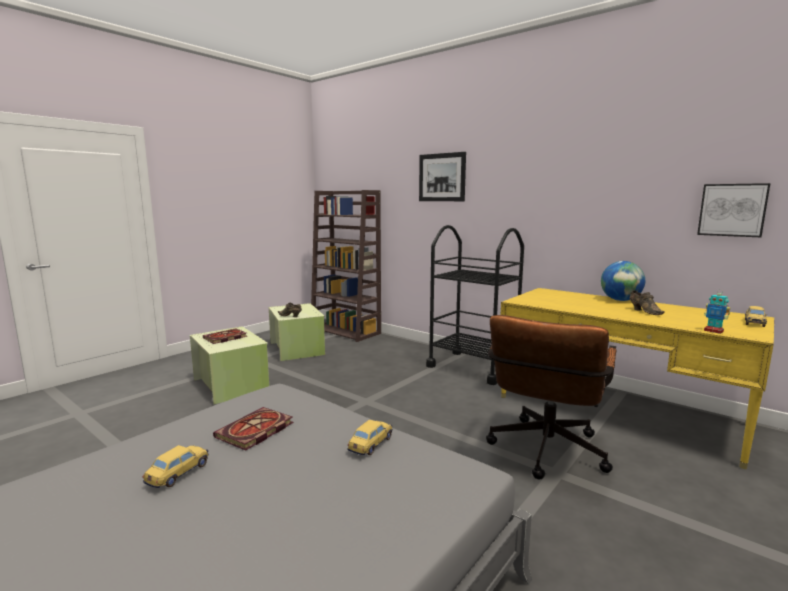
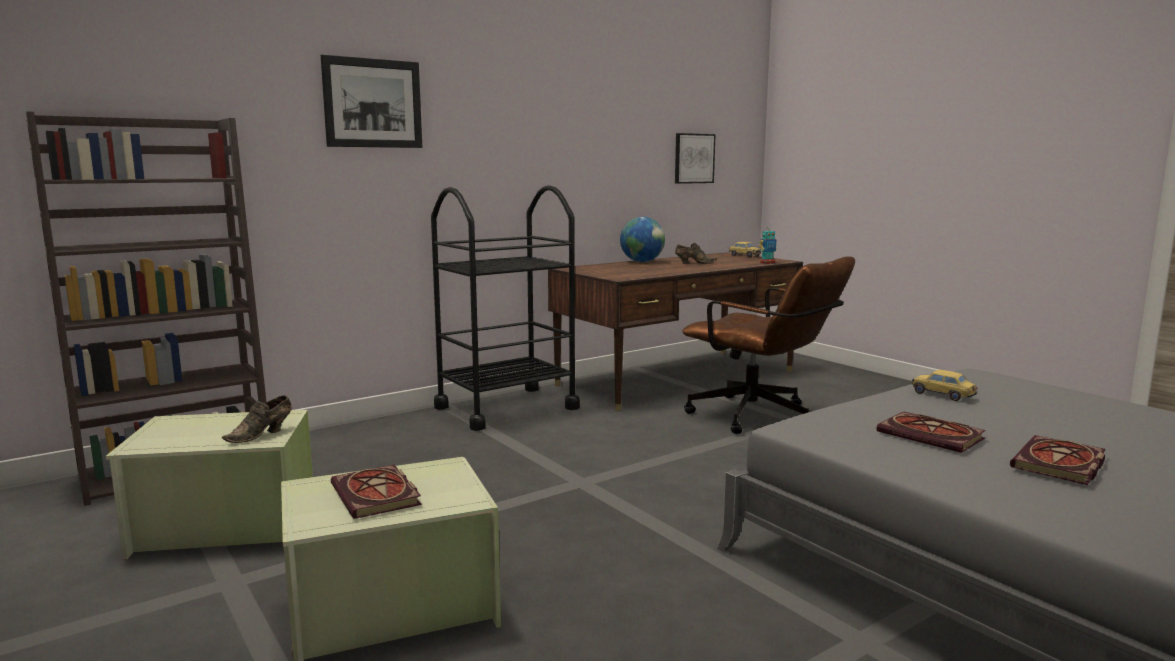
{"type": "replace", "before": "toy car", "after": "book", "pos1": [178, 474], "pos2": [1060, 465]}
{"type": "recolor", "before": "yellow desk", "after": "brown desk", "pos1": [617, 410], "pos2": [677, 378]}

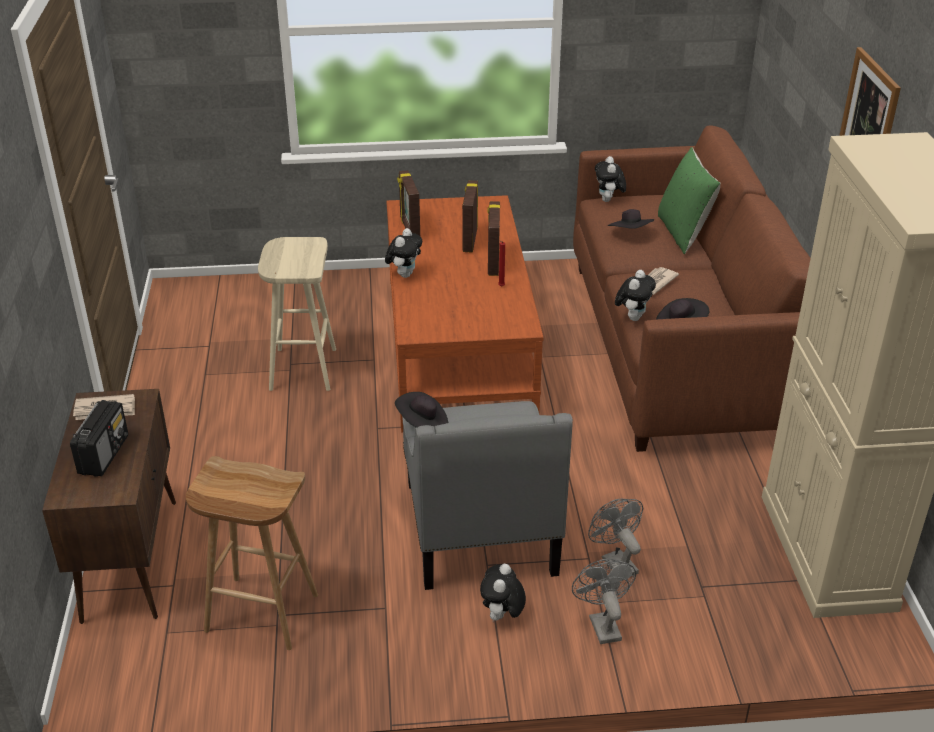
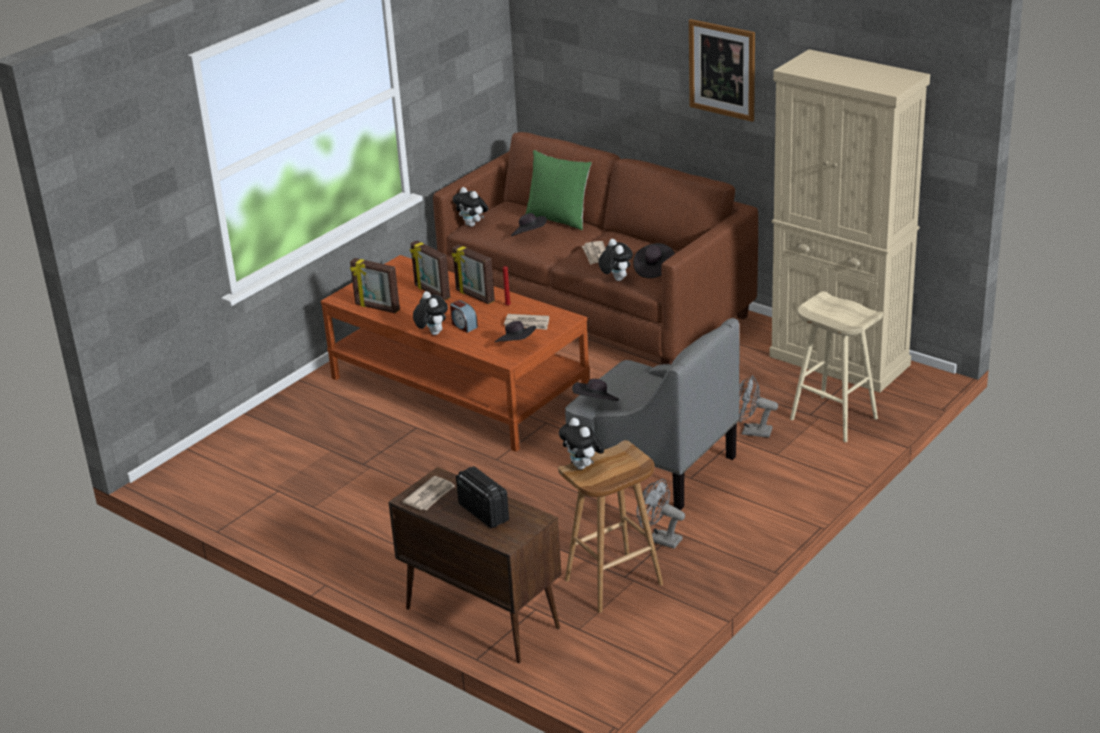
{"type": "insert", "after": "alarm clock", "pos2": [463, 325]}
{"type": "insert", "after": "black hat", "pos2": [516, 345]}
{"type": "insert", "after": "newspaper", "pos2": [527, 324]}
{"type": "move", "before": "beige stool", "pos1": [302, 368], "pos2": [832, 419]}
{"type": "move", "before": "plush toy", "pos1": [502, 616], "pos2": [583, 466]}
{"type": "move", "before": "grey fan", "pos1": [602, 624], "pos2": [659, 539]}

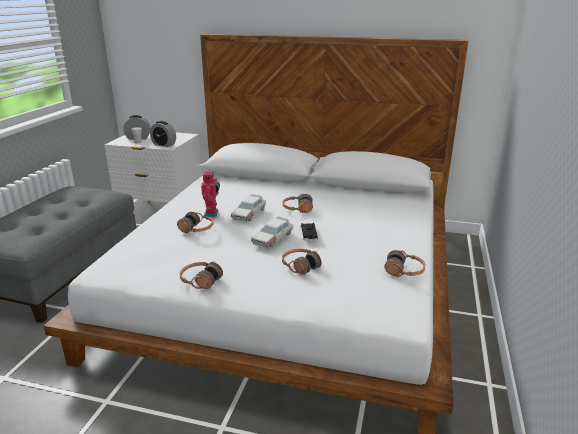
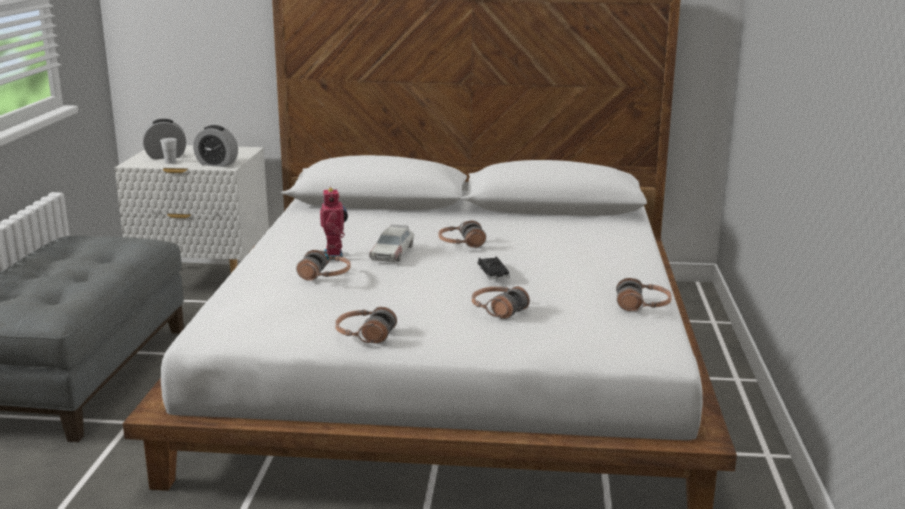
{"type": "delete", "before": "toy car", "pos1": [273, 238]}

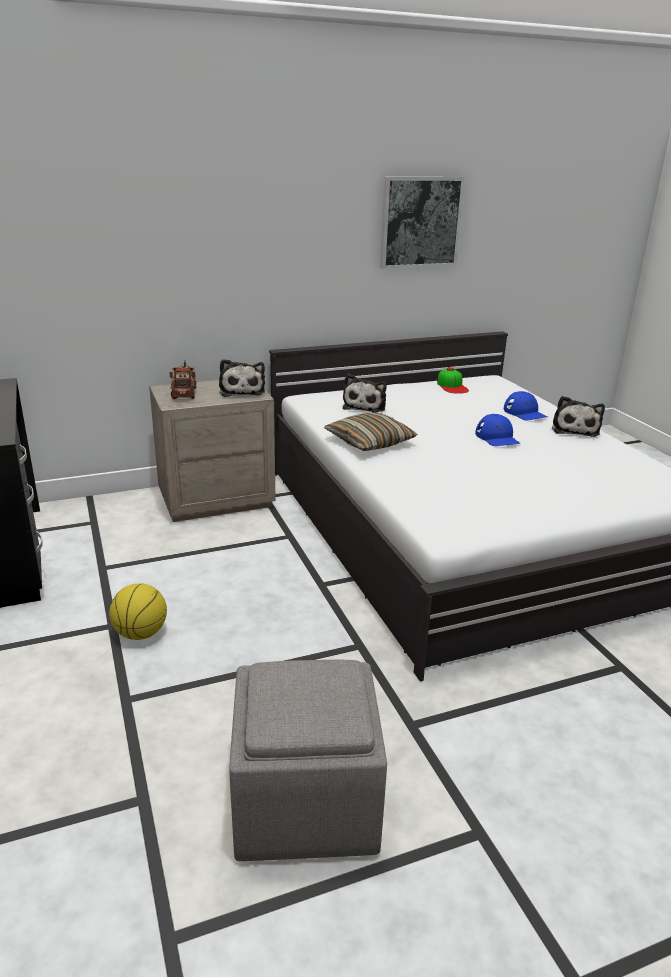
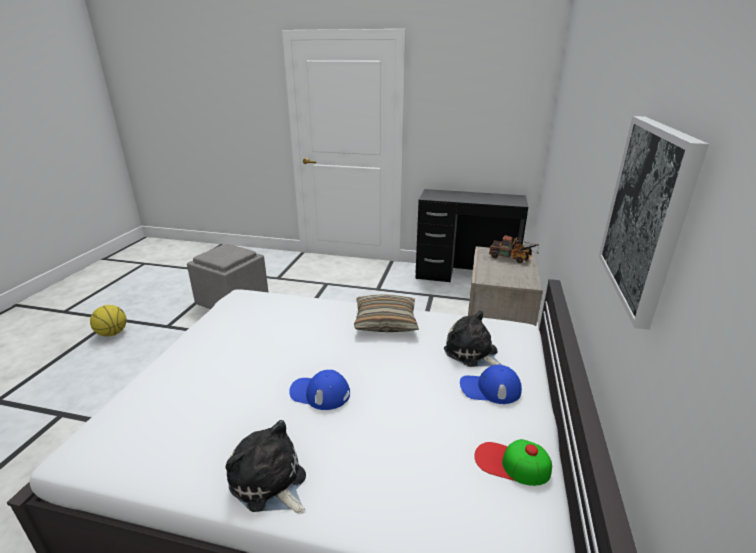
{"type": "delete", "before": "plush toy", "pos1": [242, 390]}
{"type": "move", "before": "basketball", "pos1": [140, 634], "pos2": [112, 333]}
{"type": "move", "before": "blue cap", "pos1": [525, 413], "pos2": [490, 388]}

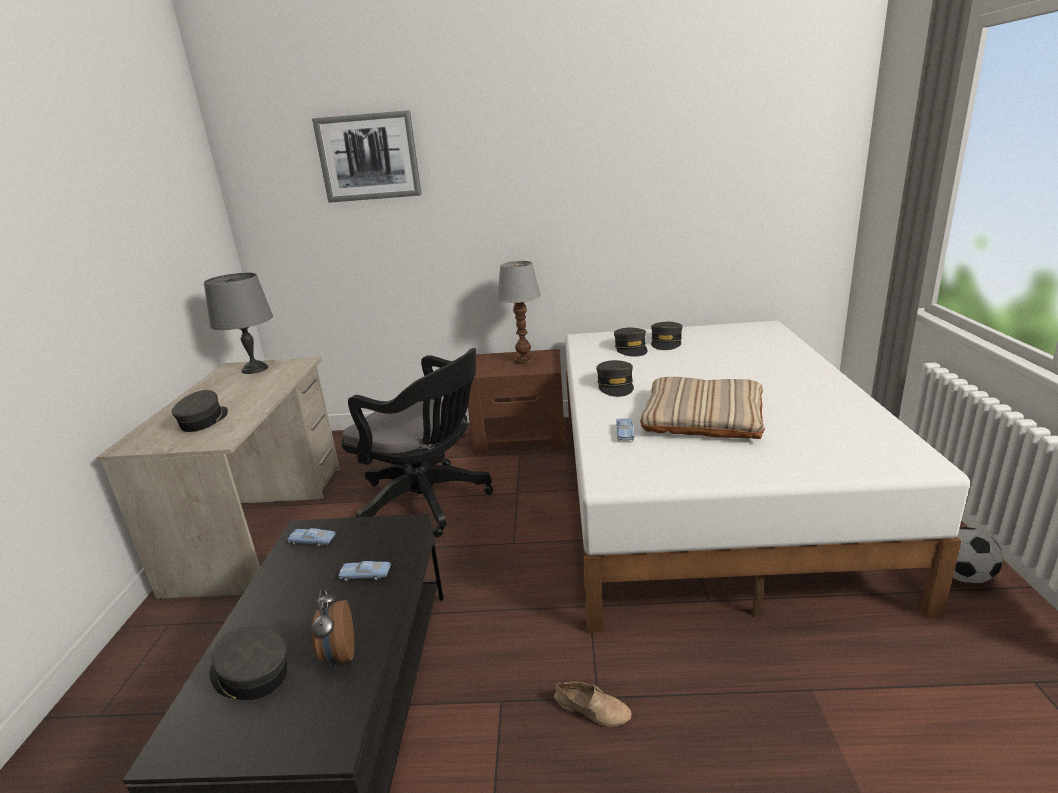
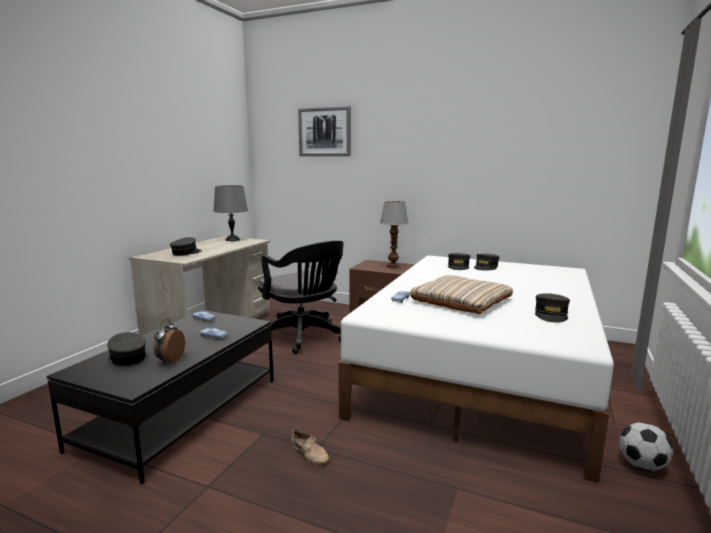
{"type": "move", "before": "grey cap", "pos1": [615, 386], "pos2": [551, 315]}

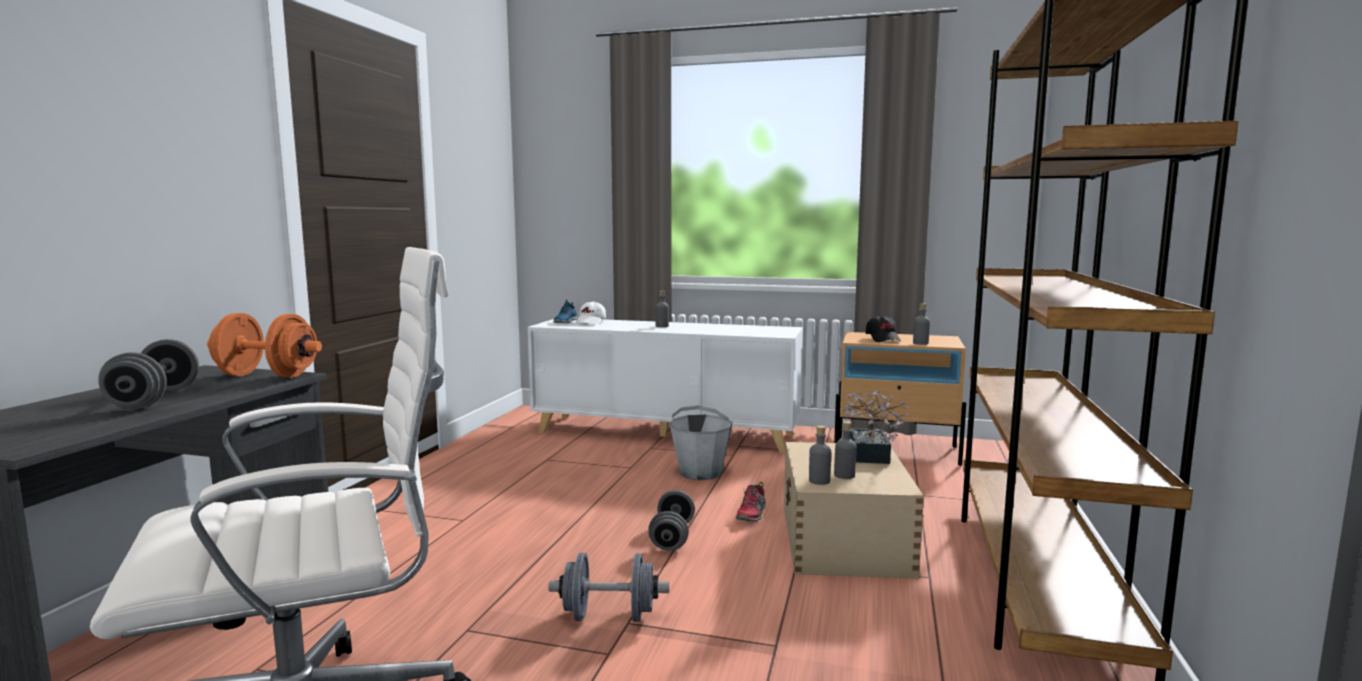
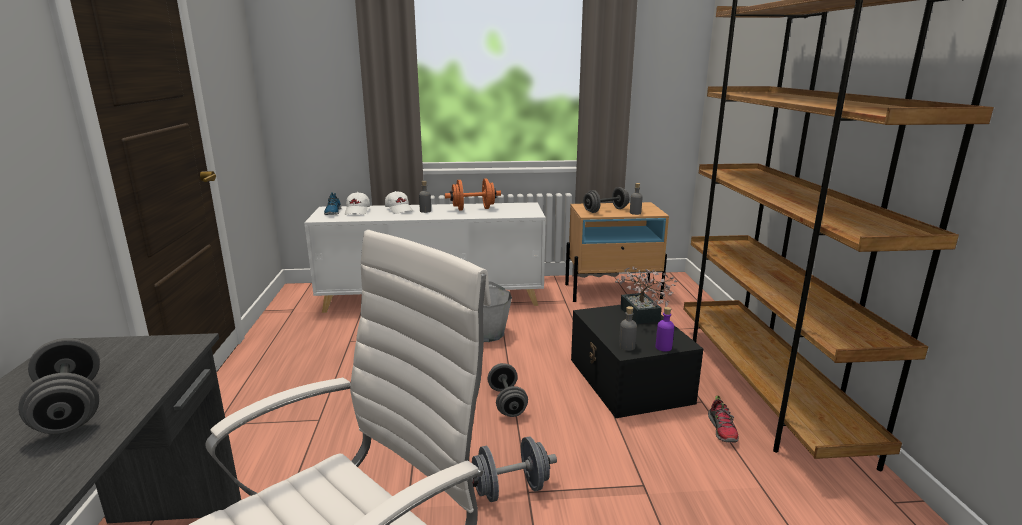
{"type": "delete", "before": "grey bottle", "pos1": [844, 475]}
{"type": "insert", "after": "white cap", "pos2": [399, 210]}
{"type": "insert", "after": "purple bottle", "pos2": [663, 347]}
{"type": "move", "before": "orange dumbbell", "pos1": [267, 376], "pos2": [473, 209]}
{"type": "move", "before": "shoe", "pos1": [752, 514], "pos2": [722, 430]}
{"type": "replace", "before": "black cap", "after": "grey dumbbell", "pos1": [883, 339], "pos2": [605, 210]}
{"type": "recolor", "before": "beige storage box", "after": "black storage box", "pos1": [843, 541], "pos2": [629, 381]}

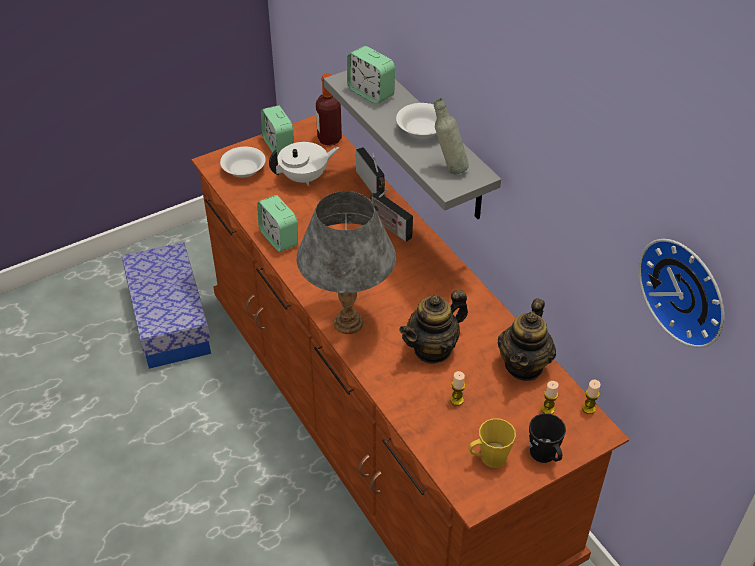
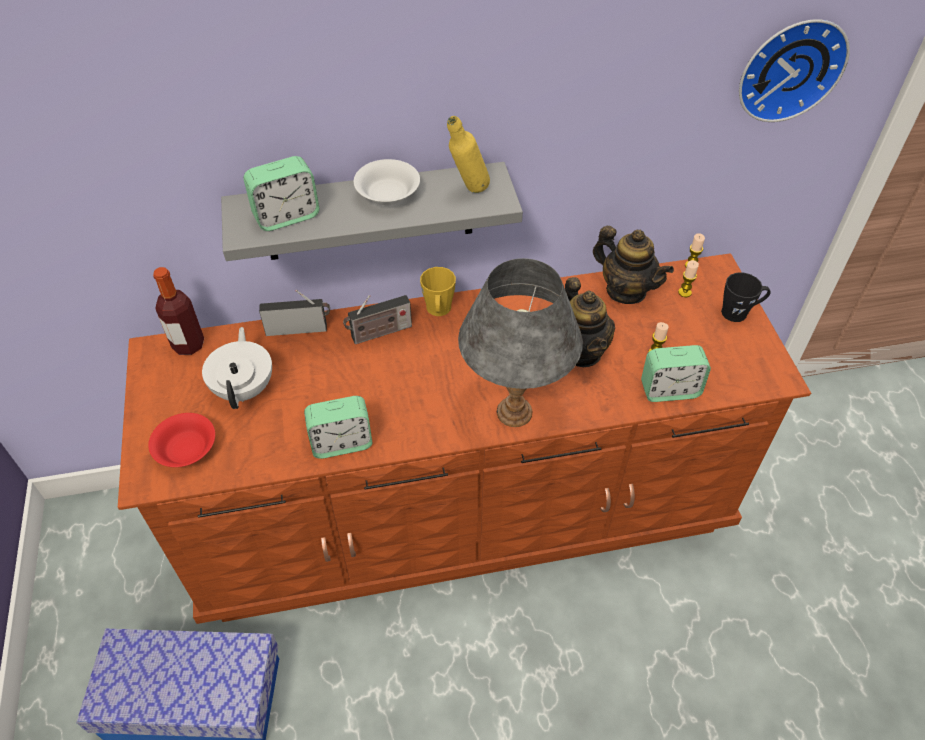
{"type": "move", "before": "alarm clock", "pos1": [278, 146], "pos2": [669, 390]}
{"type": "move", "before": "yellow mug", "pos1": [488, 458], "pos2": [438, 311]}
{"type": "recolor", "before": "white bowl", "after": "red bowl", "pos1": [243, 170], "pos2": [187, 449]}
{"type": "recolor", "before": "grey bottle", "after": "yellow bottle", "pos1": [449, 168], "pos2": [468, 192]}

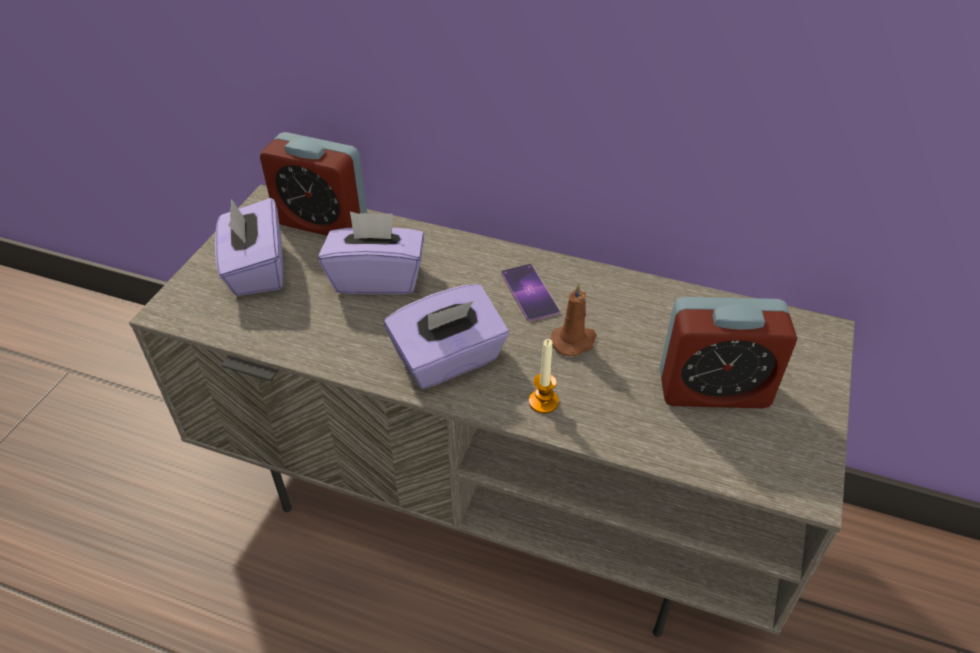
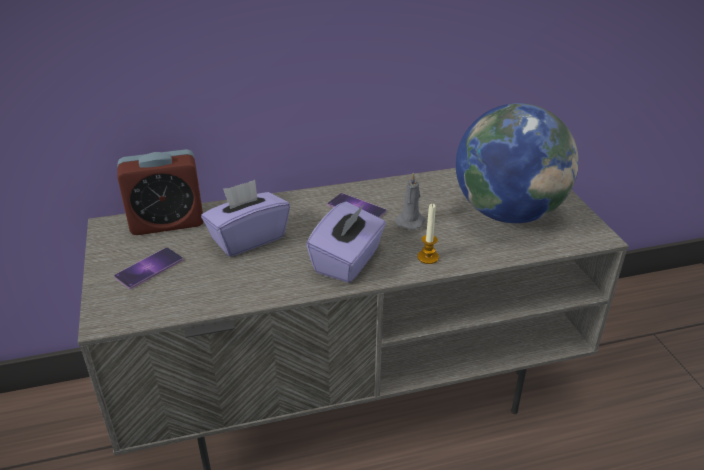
{"type": "replace", "before": "purple tissue box", "after": "phone", "pos1": [256, 269], "pos2": [149, 268]}
{"type": "replace", "before": "alarm clock", "after": "globe", "pos1": [713, 389], "pos2": [507, 213]}
{"type": "recolor", "before": "brown candle", "after": "grey candle", "pos1": [574, 341], "pos2": [410, 221]}

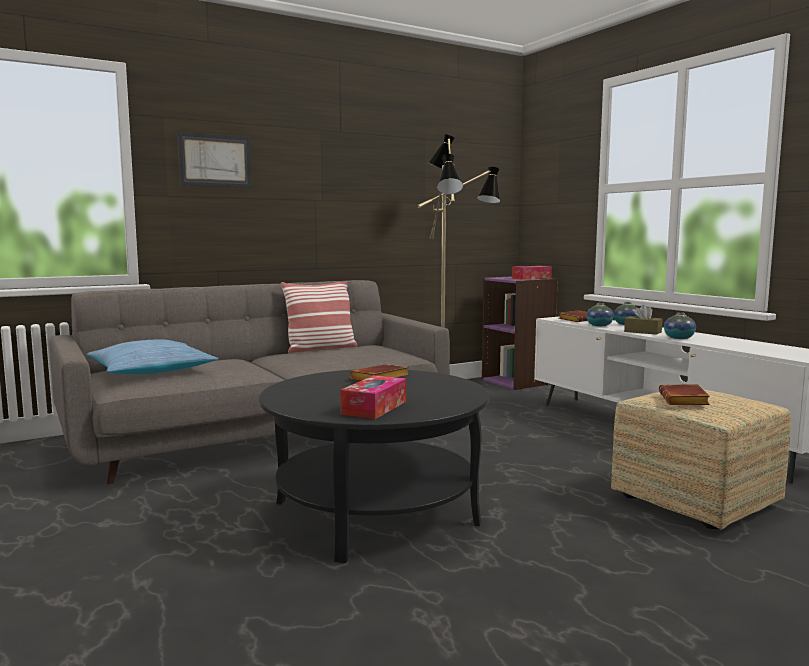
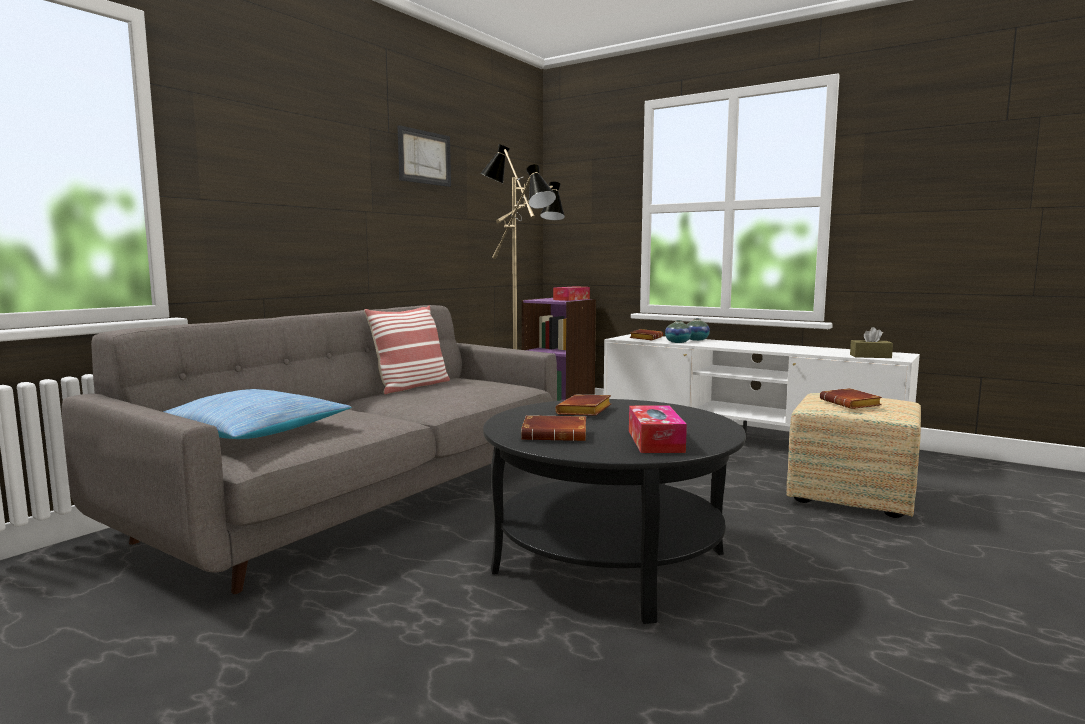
{"type": "delete", "before": "vase", "pos1": [679, 338]}
{"type": "insert", "after": "brown book", "pos2": [556, 435]}
{"type": "move", "before": "picture", "pos1": [215, 160], "pos2": [424, 157]}
{"type": "move", "before": "brown tissue box", "pos1": [642, 332], "pos2": [870, 356]}

